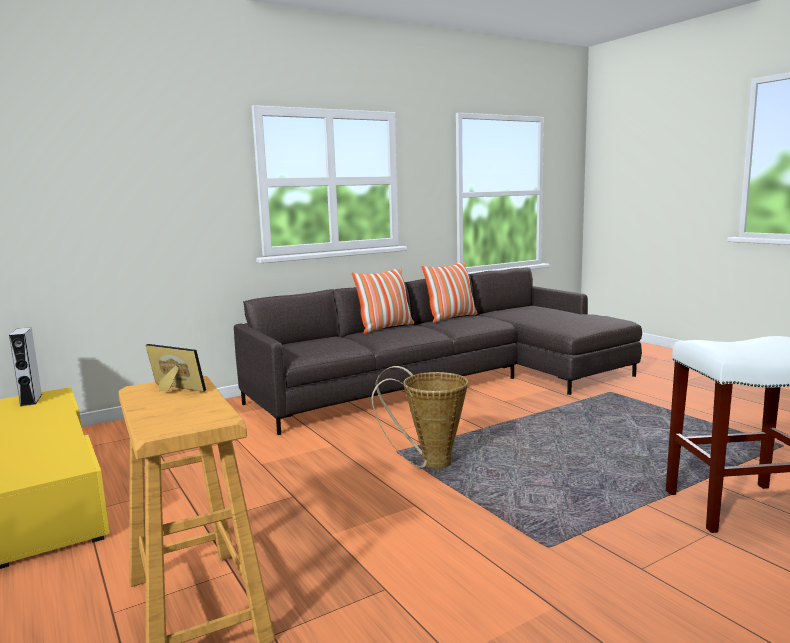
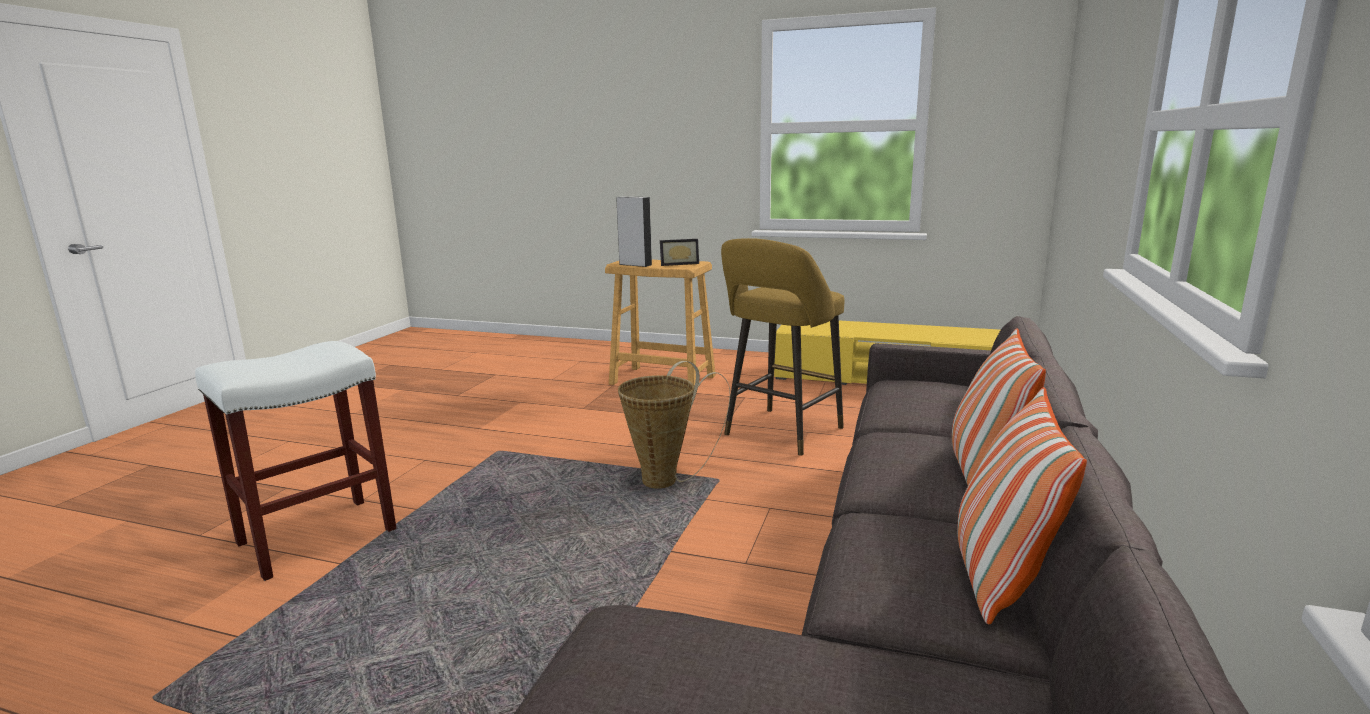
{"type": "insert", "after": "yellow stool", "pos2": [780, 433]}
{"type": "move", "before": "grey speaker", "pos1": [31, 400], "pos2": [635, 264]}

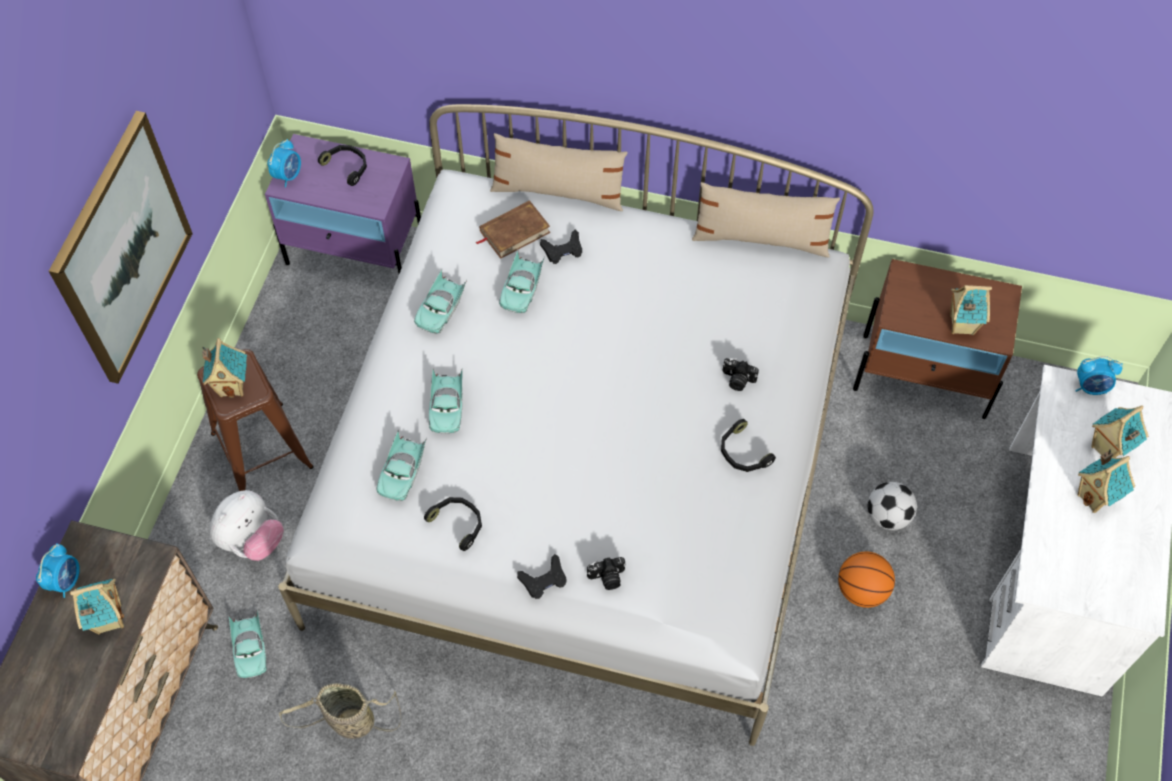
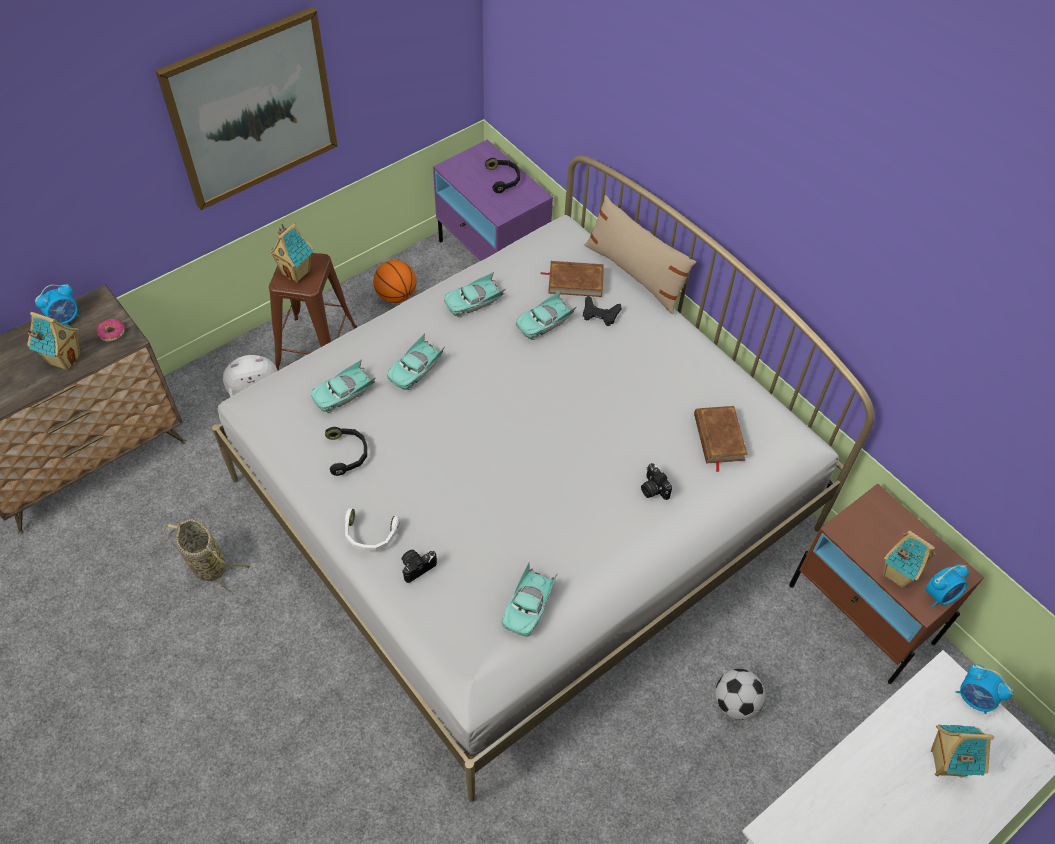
{"type": "delete", "before": "beige pillow", "pos1": [761, 239]}
{"type": "delete", "before": "black headphones", "pos1": [742, 453]}
{"type": "delete", "before": "toy house", "pos1": [1095, 498]}
{"type": "insert", "after": "donut", "pos2": [112, 333]}
{"type": "insert", "after": "brown book", "pos2": [718, 437]}
{"type": "move", "before": "turquoise toy car", "pos1": [250, 649], "pos2": [528, 606]}
{"type": "move", "before": "alarm clock", "pos1": [288, 175], "pos2": [940, 595]}
{"type": "move", "before": "basketball", "pos1": [862, 590], "pos2": [396, 296]}
{"type": "replace", "before": "black game controller", "after": "white headphones", "pos1": [544, 580], "pos2": [370, 535]}
{"type": "rotate", "before": "photo camera", "pos1": [607, 578], "pos2": [417, 566], "turn": 120}

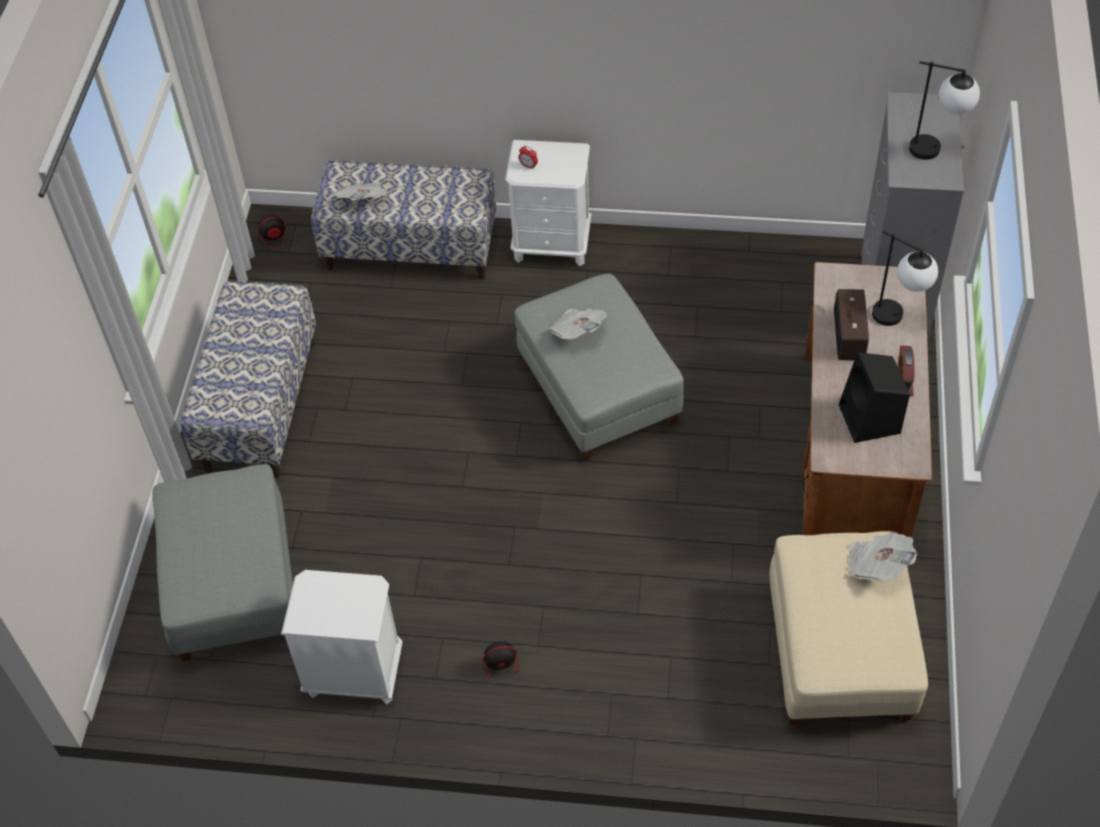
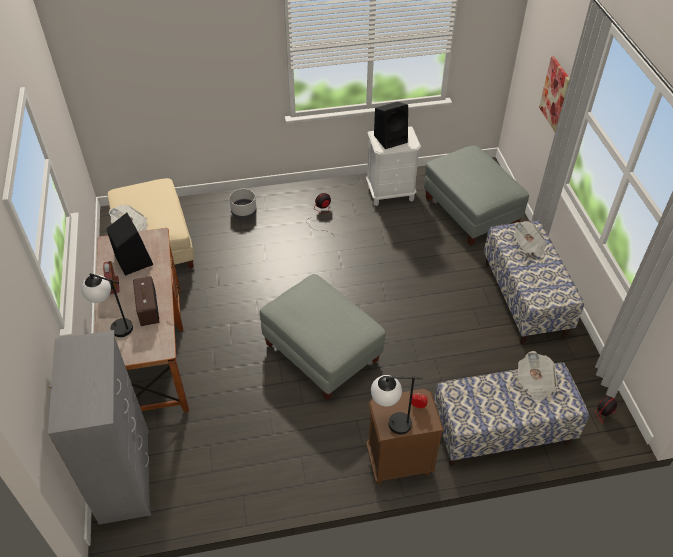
{"type": "insert", "after": "grey planter", "pos2": [244, 212]}
{"type": "insert", "after": "black speaker", "pos2": [391, 138]}
{"type": "insert", "after": "picture", "pos2": [556, 95]}
{"type": "move", "before": "newspaper", "pos1": [578, 332], "pos2": [529, 246]}
{"type": "move", "before": "table lamp", "pos1": [937, 151], "pos2": [390, 424]}
{"type": "recolor", "before": "white nightstand", "after": "brown nightstand", "pos1": [552, 244], "pos2": [398, 462]}

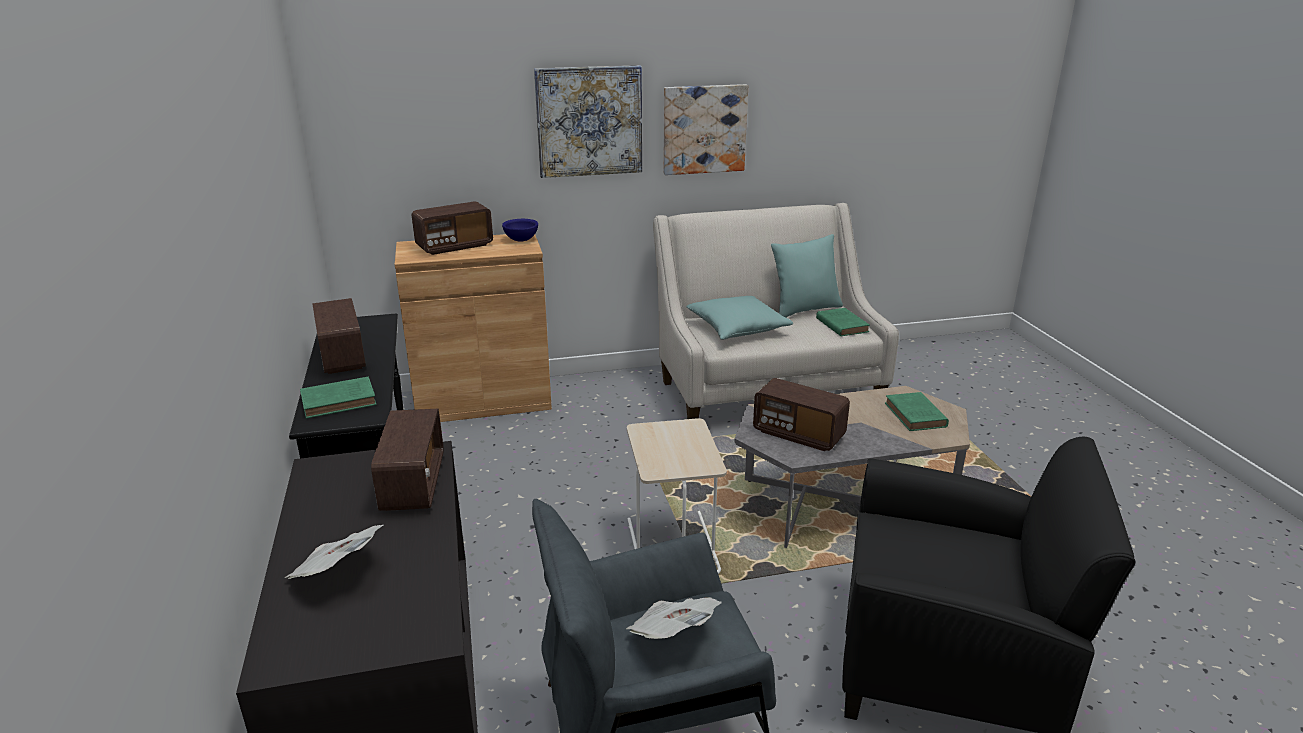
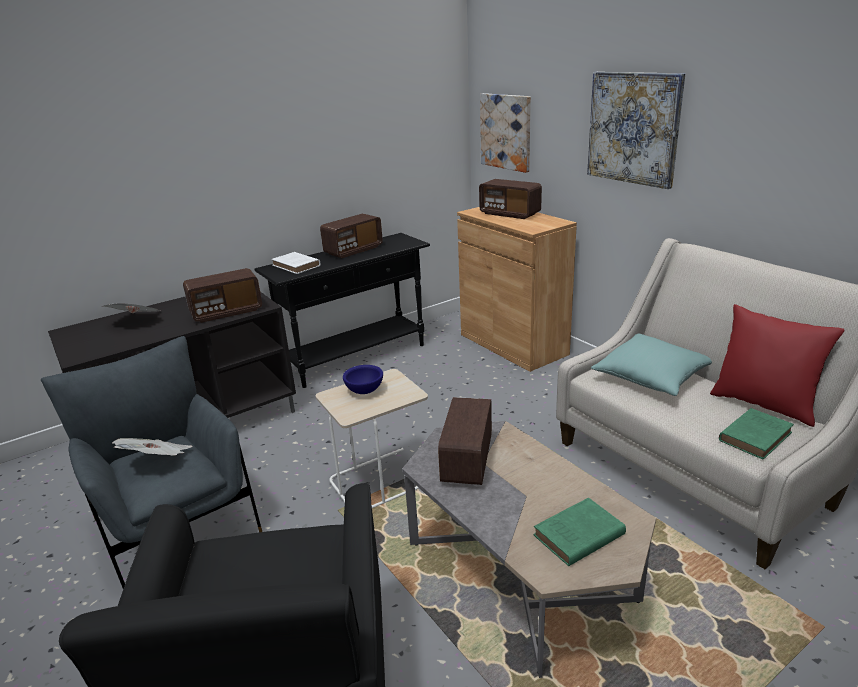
{"type": "move", "before": "blue bowl", "pos1": [521, 240], "pos2": [364, 391]}
{"type": "move", "before": "picture", "pos1": [704, 129], "pos2": [506, 131]}
{"type": "recolor", "before": "green book", "after": "white book", "pos1": [341, 401], "pos2": [297, 266]}
{"type": "recolor", "before": "turquoise pillow", "after": "red pillow", "pos1": [804, 309], "pos2": [763, 404]}

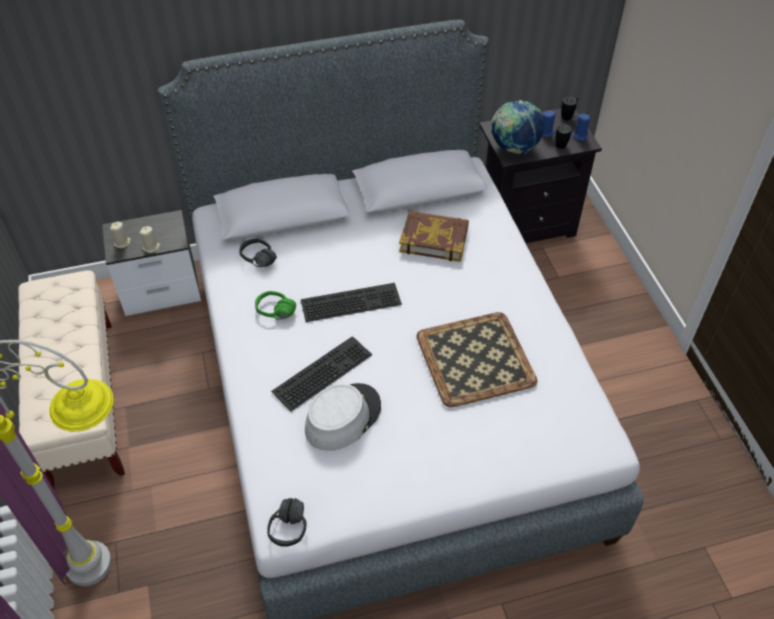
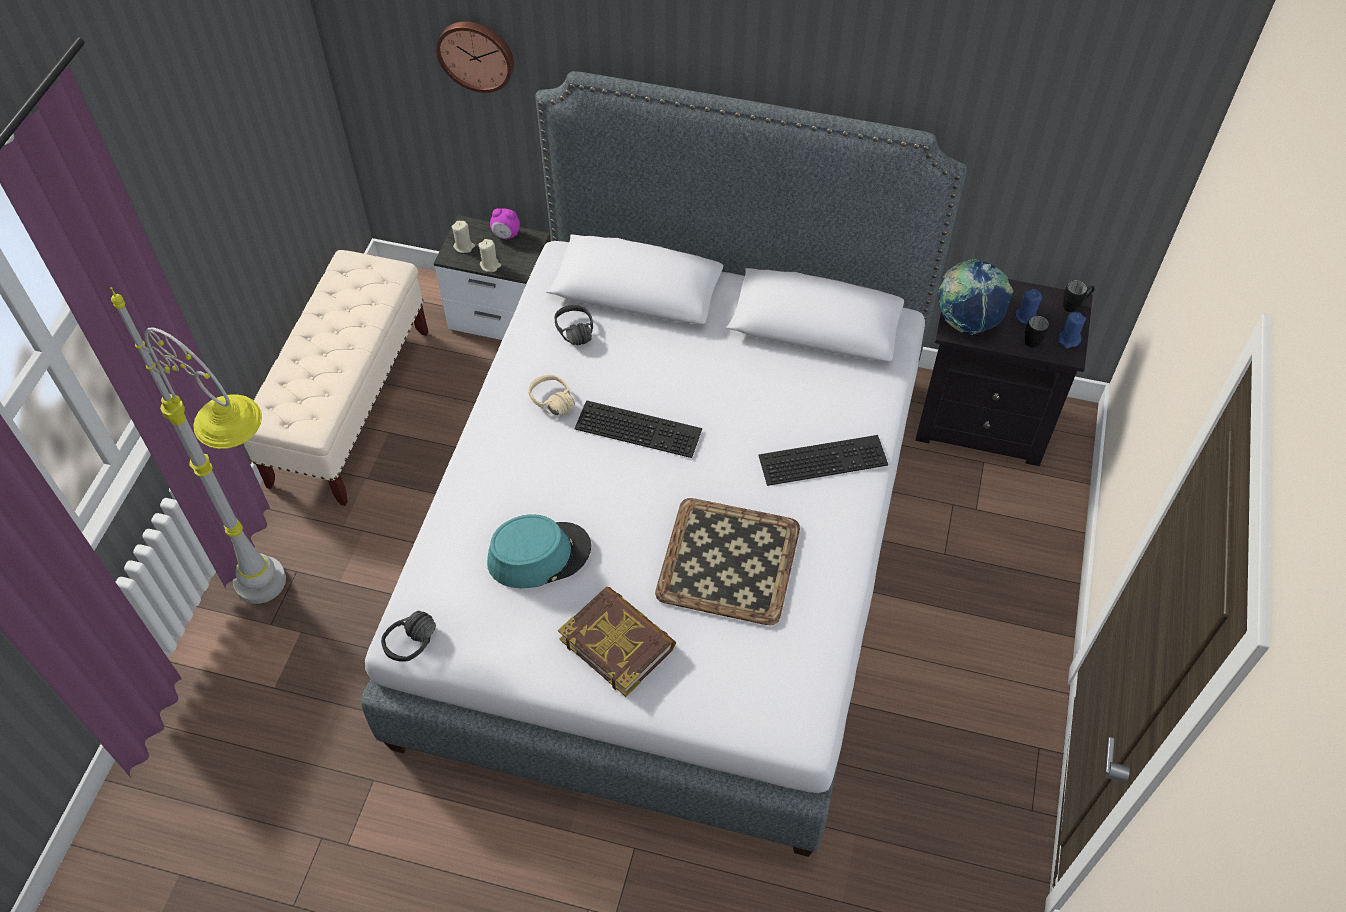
{"type": "insert", "after": "wall clock", "pos2": [476, 54]}
{"type": "insert", "after": "alarm clock", "pos2": [506, 235]}
{"type": "move", "before": "keyboard", "pos1": [322, 371], "pos2": [823, 458]}
{"type": "move", "before": "book", "pos1": [434, 239], "pos2": [617, 643]}
{"type": "recolor", "before": "green headphones", "after": "beige headphones", "pos1": [273, 315], "pos2": [546, 406]}
{"type": "recolor", "before": "grey hat", "after": "turquoise hat", "pos1": [342, 417], "pos2": [539, 554]}

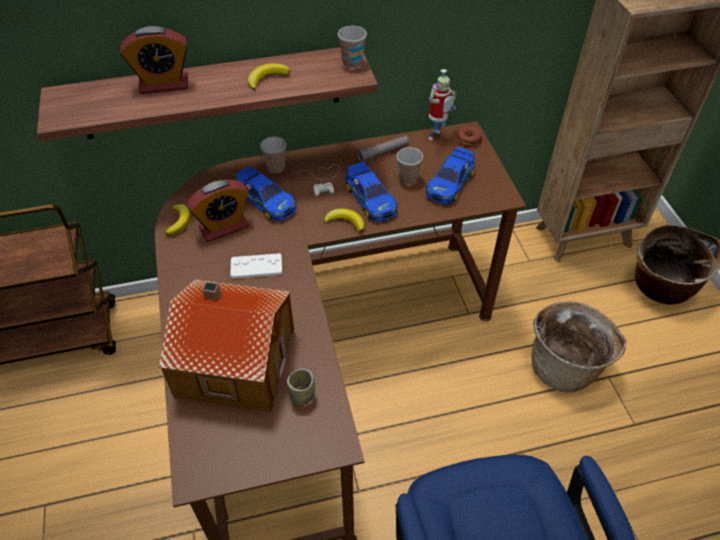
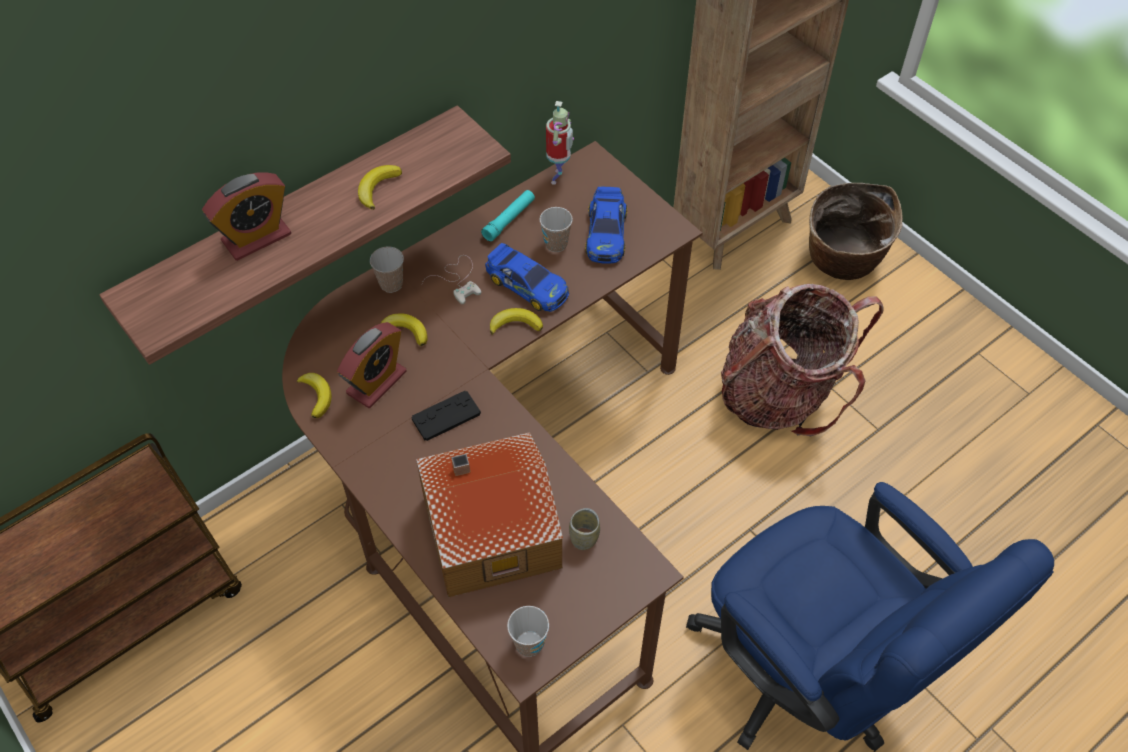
{"type": "delete", "before": "donut", "pos1": [468, 139]}
{"type": "move", "before": "cup", "pos1": [352, 63], "pos2": [529, 644]}
{"type": "replace", "before": "toy car", "after": "banana", "pos1": [266, 200], "pos2": [406, 331]}
{"type": "replace", "before": "basket", "after": "backpack", "pos1": [565, 366], "pos2": [781, 393]}
{"type": "recolor", "before": "white game controller", "after": "black game controller", "pos1": [256, 267], "pos2": [446, 416]}
{"type": "recolor", "before": "grey flashlight", "after": "turquoise flashlight", "pos1": [383, 152], "pos2": [509, 220]}

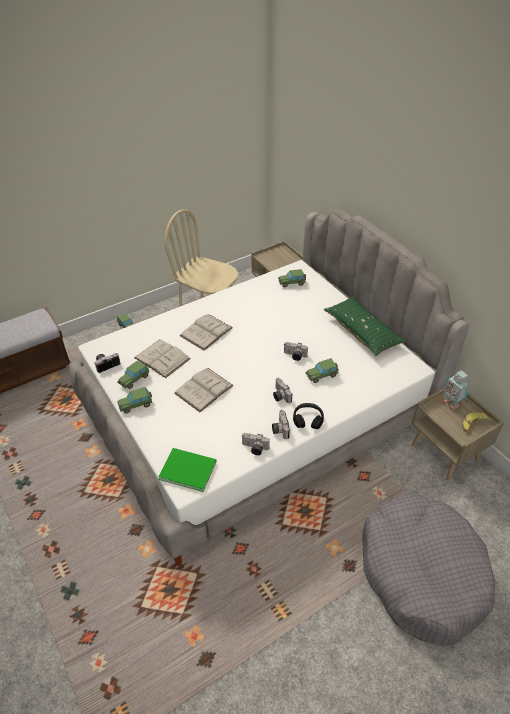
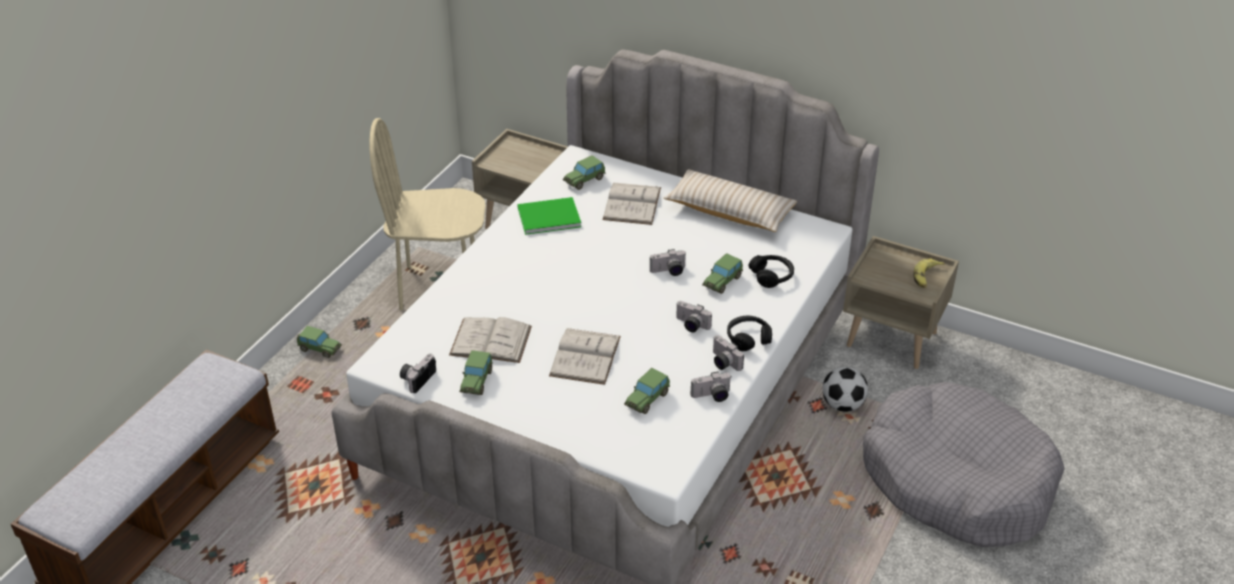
{"type": "delete", "before": "toy robot", "pos1": [450, 403]}
{"type": "insert", "after": "black headphones", "pos2": [772, 276]}
{"type": "insert", "after": "football", "pos2": [842, 405]}
{"type": "move", "before": "toy car", "pos1": [136, 405], "pos2": [647, 399]}
{"type": "move", "before": "green book", "pos1": [187, 469], "pos2": [547, 217]}
{"type": "move", "before": "white book", "pos1": [206, 332], "pos2": [632, 203]}
{"type": "recolor", "before": "green pillow", "after": "beige pillow", "pos1": [362, 332], "pos2": [729, 211]}

